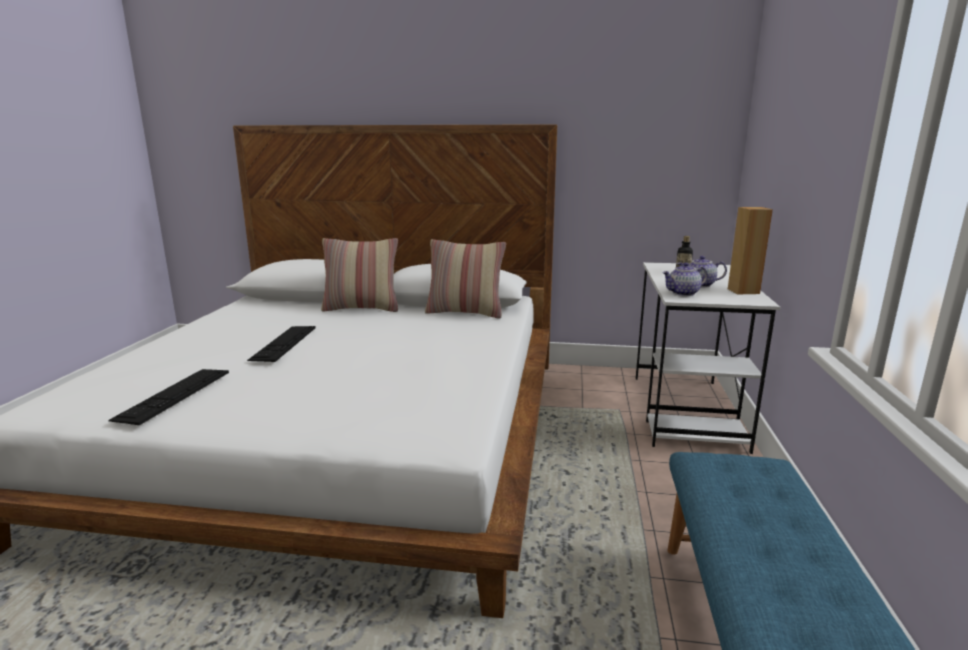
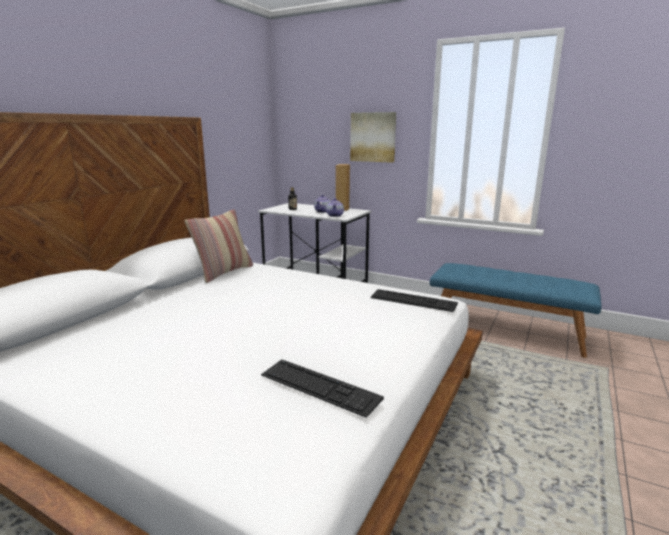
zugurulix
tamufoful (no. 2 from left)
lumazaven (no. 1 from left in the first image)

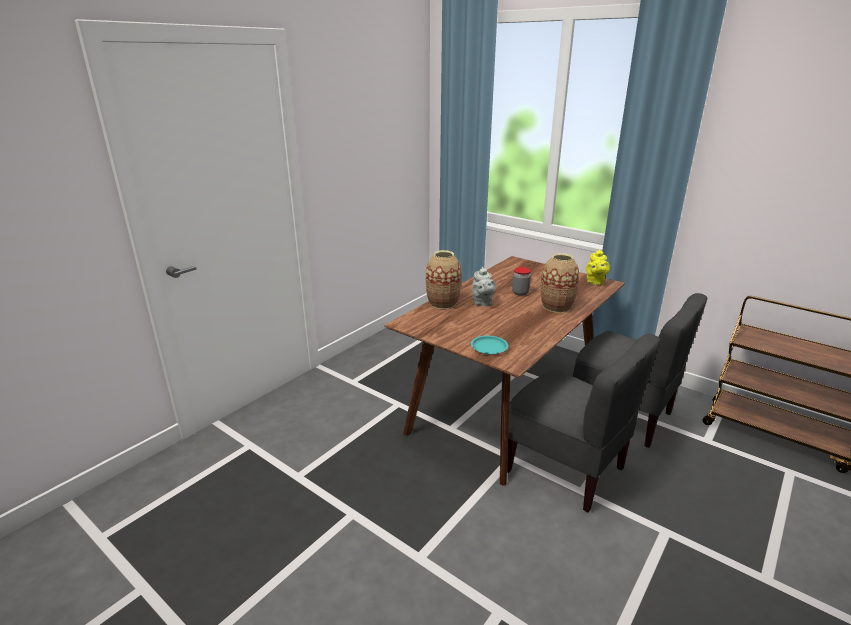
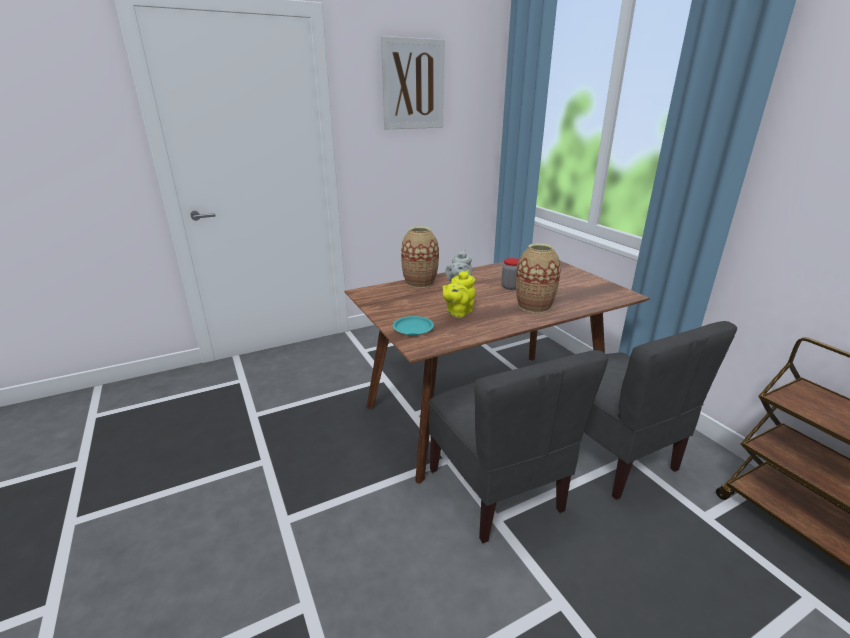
zugurulix
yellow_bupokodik

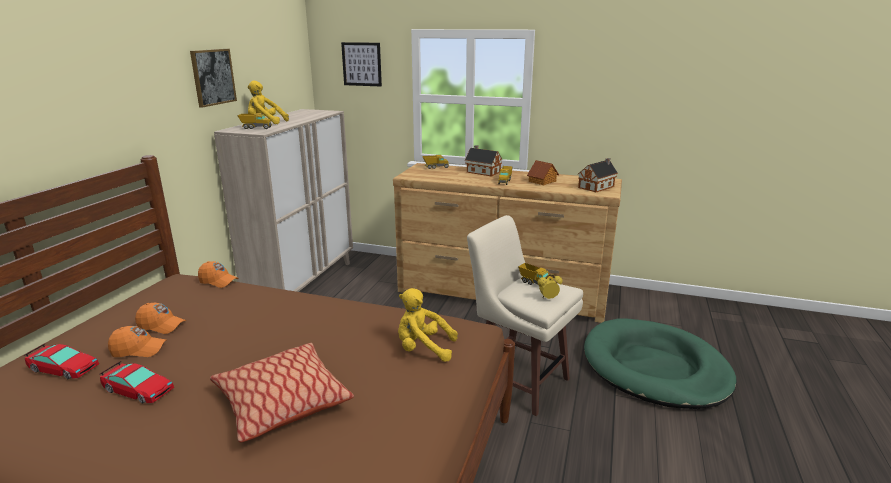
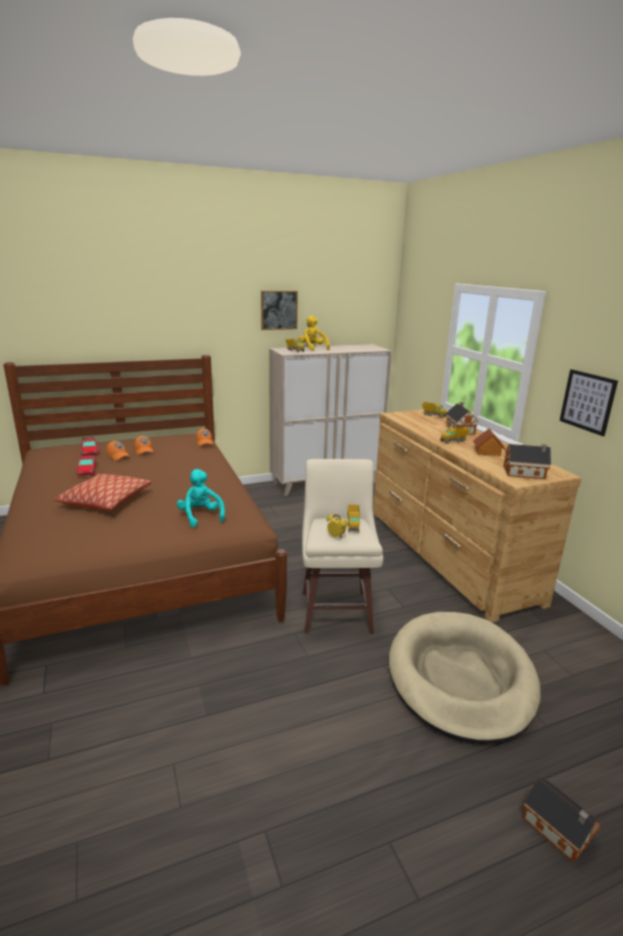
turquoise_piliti
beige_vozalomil
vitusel (no. 4 from left)
zugurulix (no. 2 from left)

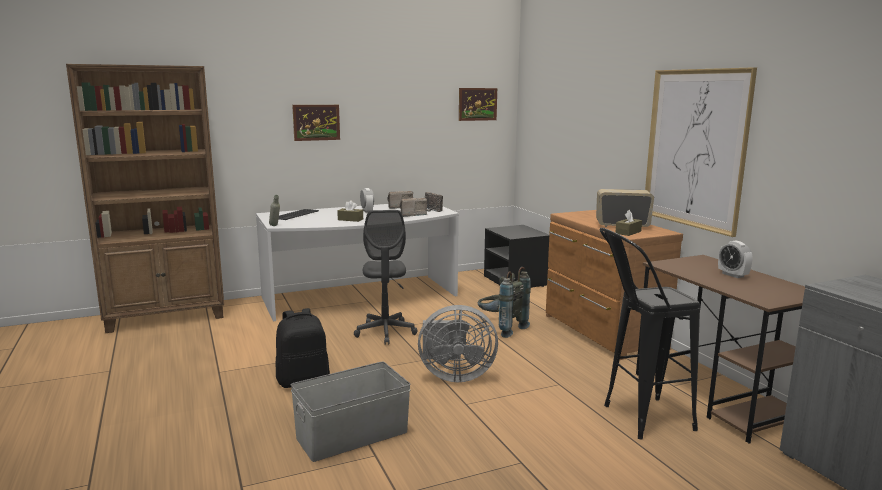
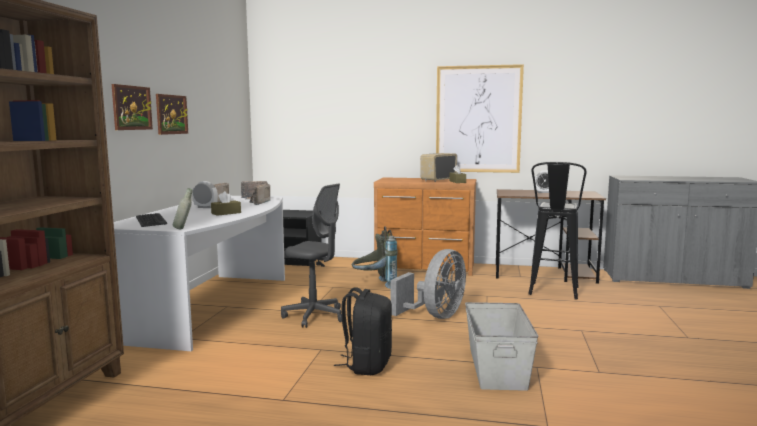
zugurulix (no. 2 from left)

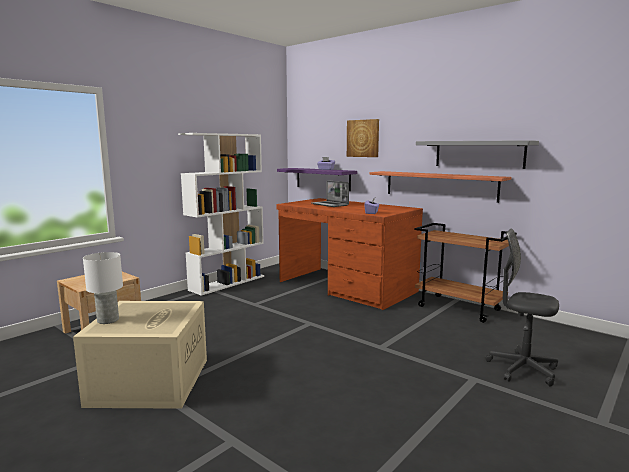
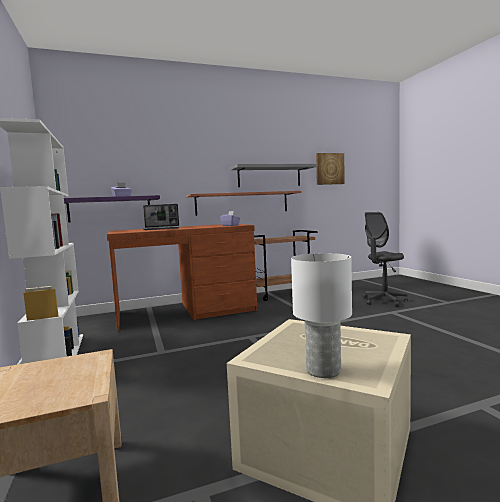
zugurulix

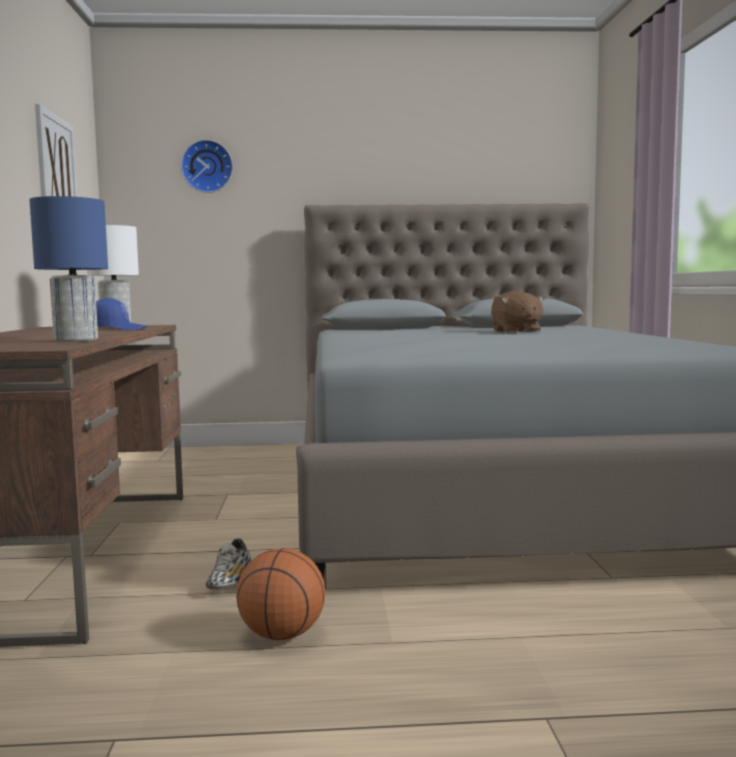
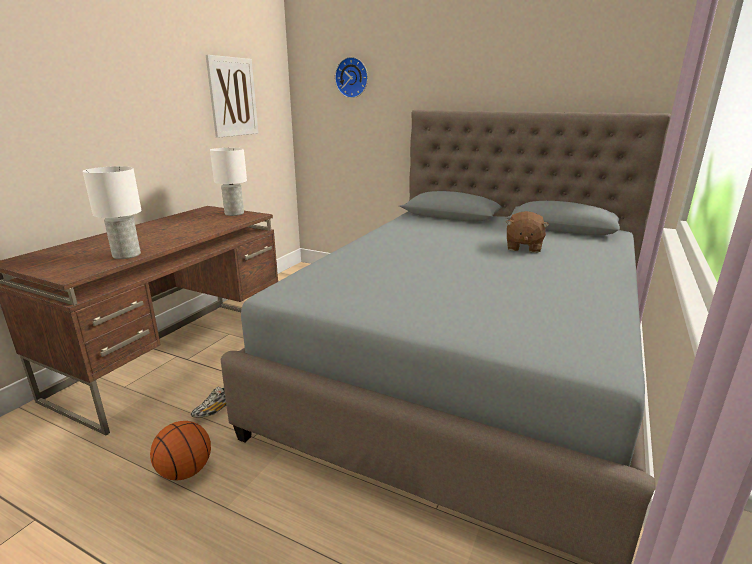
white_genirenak (no. 1 from left)
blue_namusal

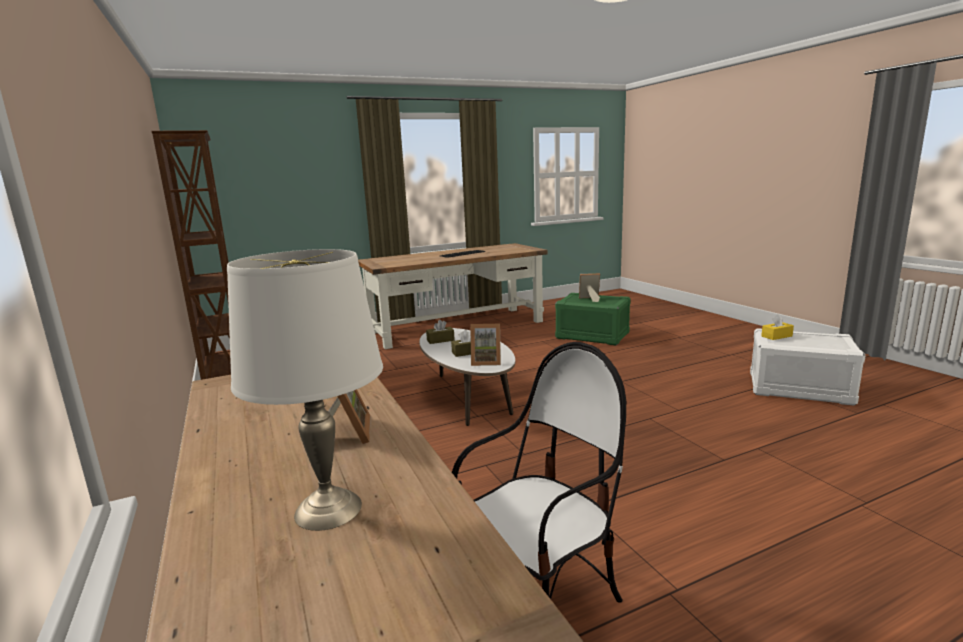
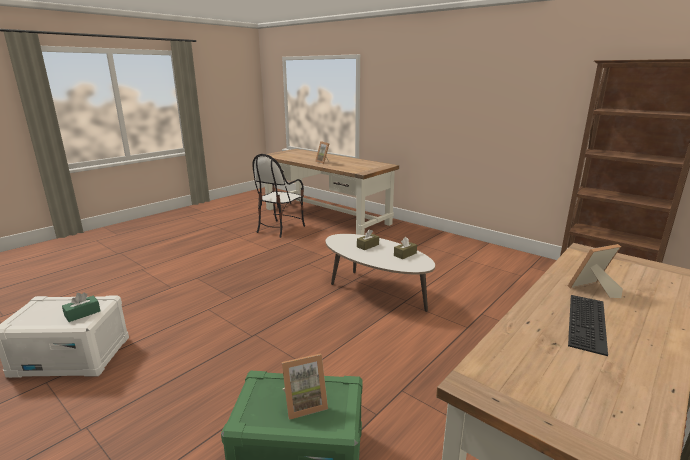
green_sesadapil
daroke (no. 3 from left)
white_genirenak

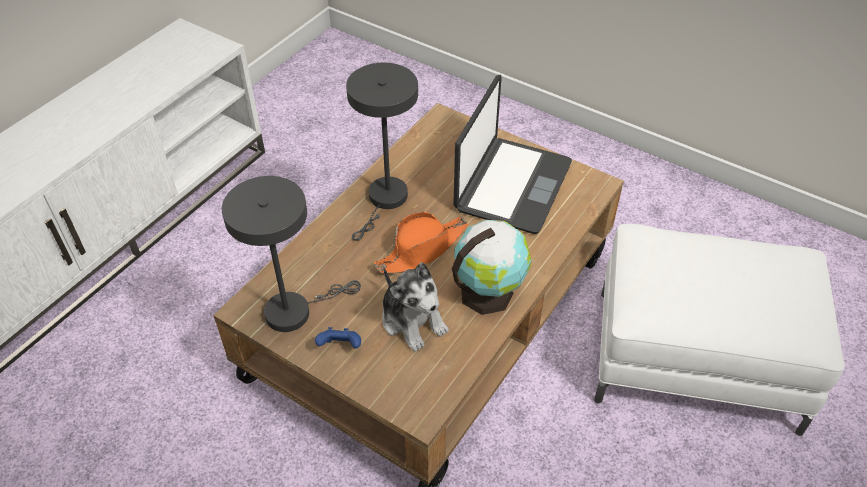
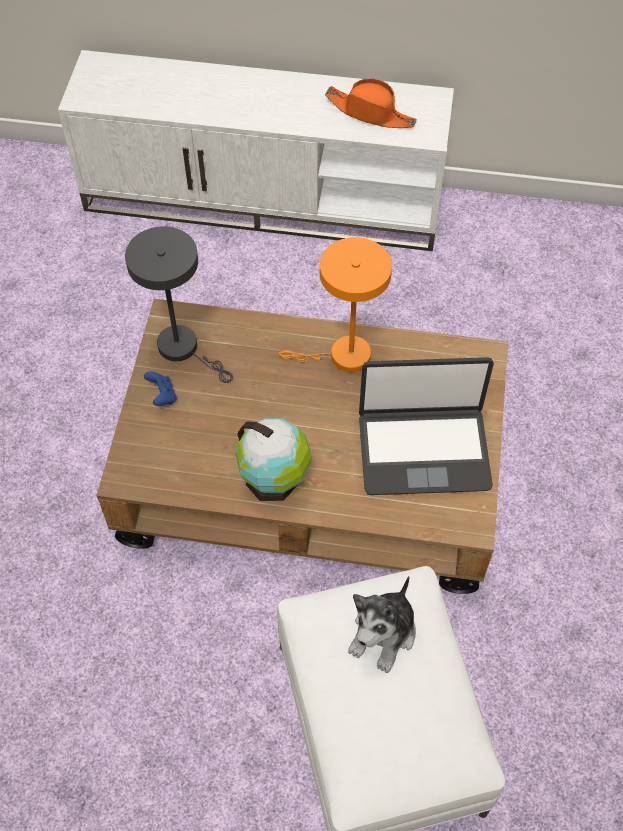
orange_genirenak
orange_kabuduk
piliti

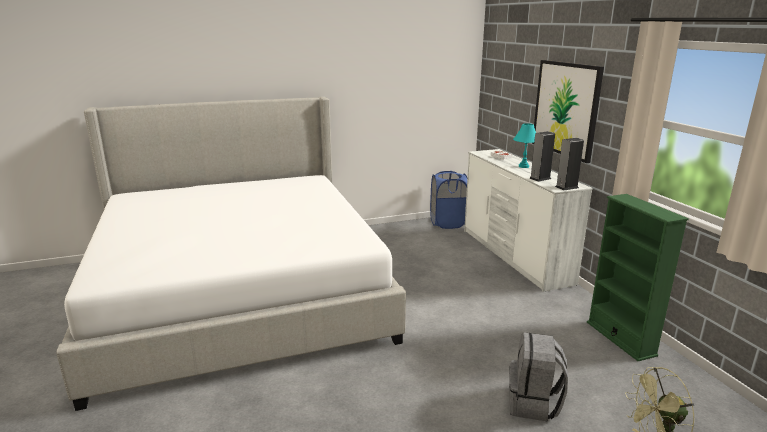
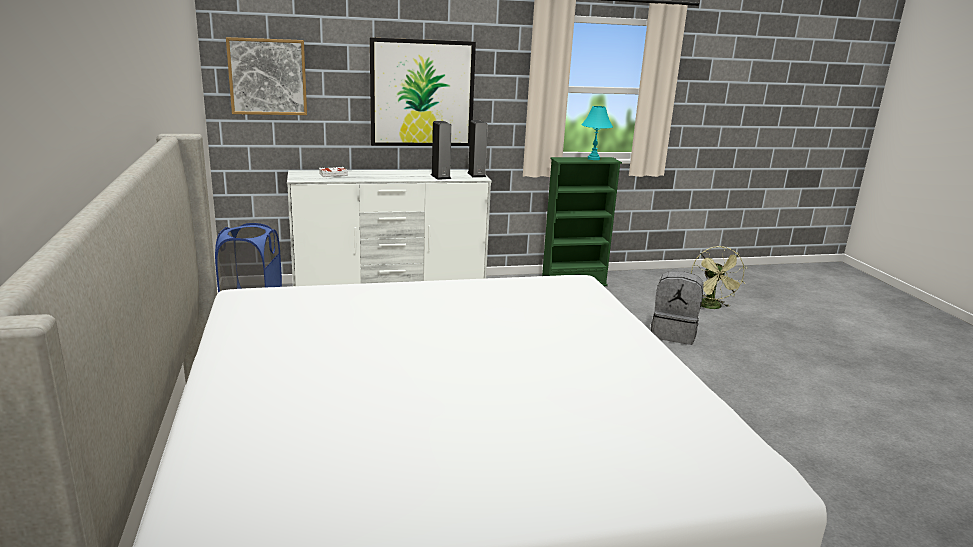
zugurulix (no. 1 from left)
turquoise_genirenak

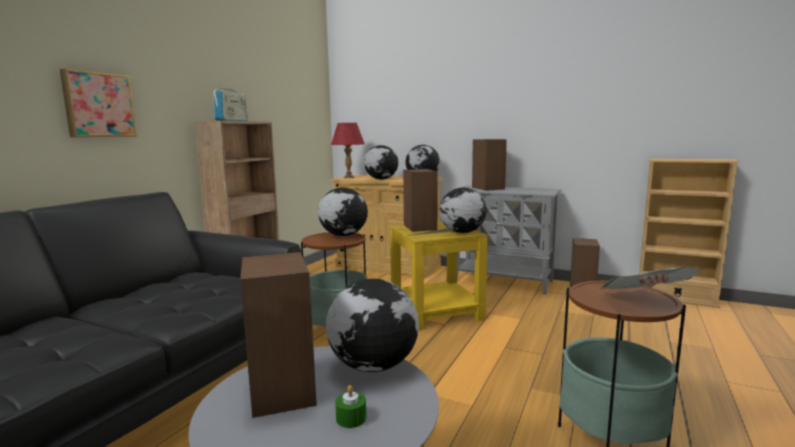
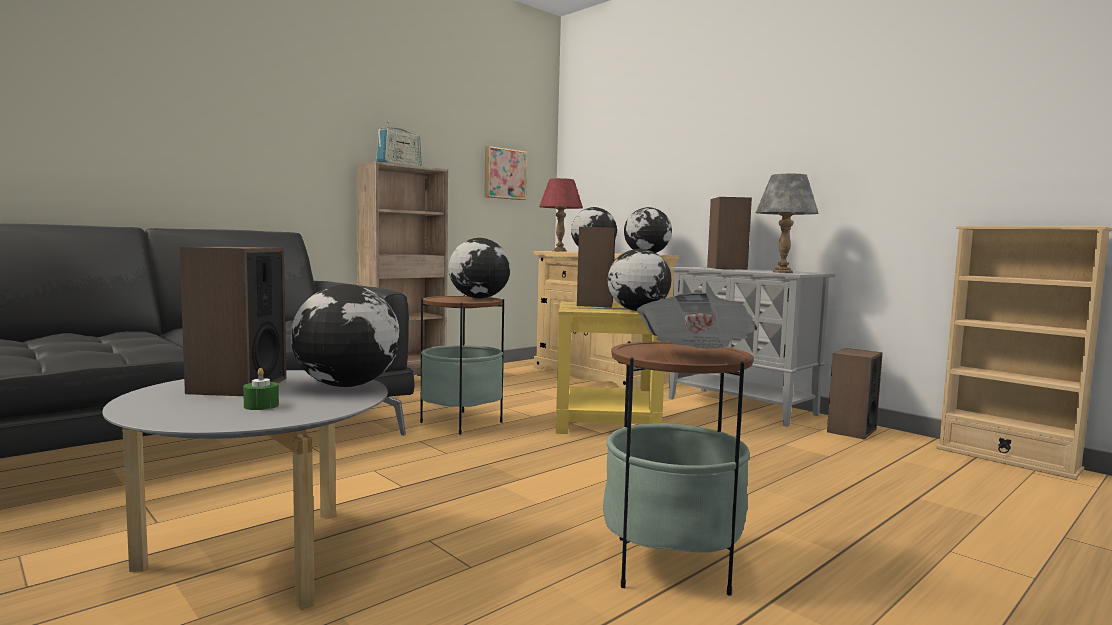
zugurulix
grey_genirenak

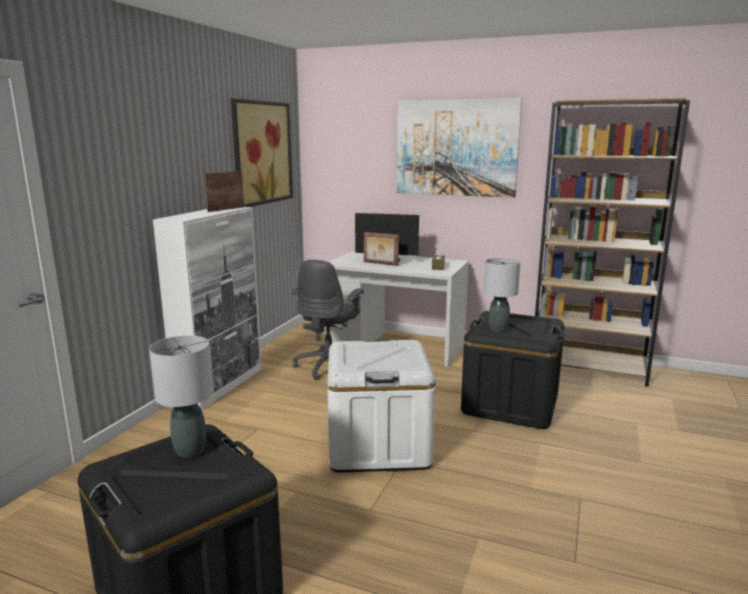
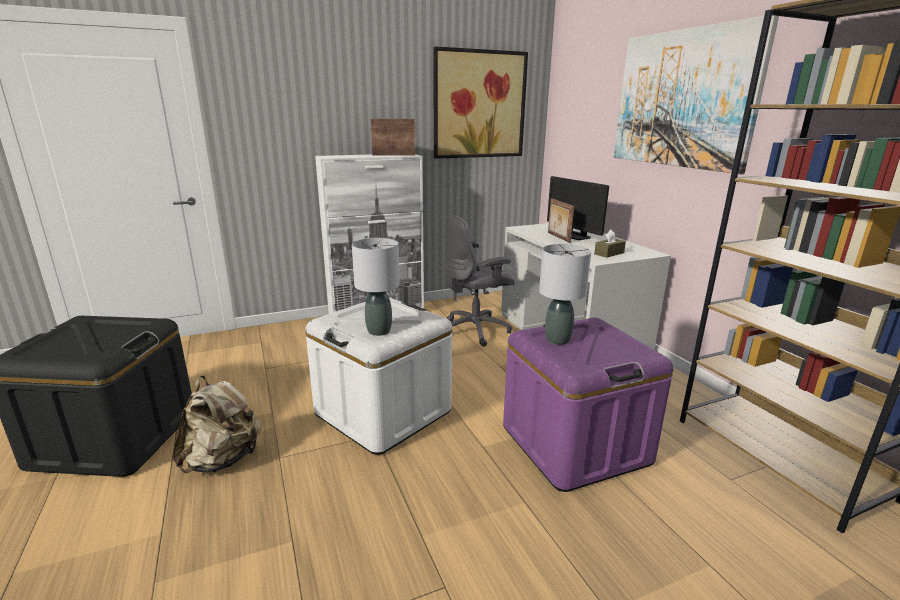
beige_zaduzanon
grey_genirenak (no. 1 from left)
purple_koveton

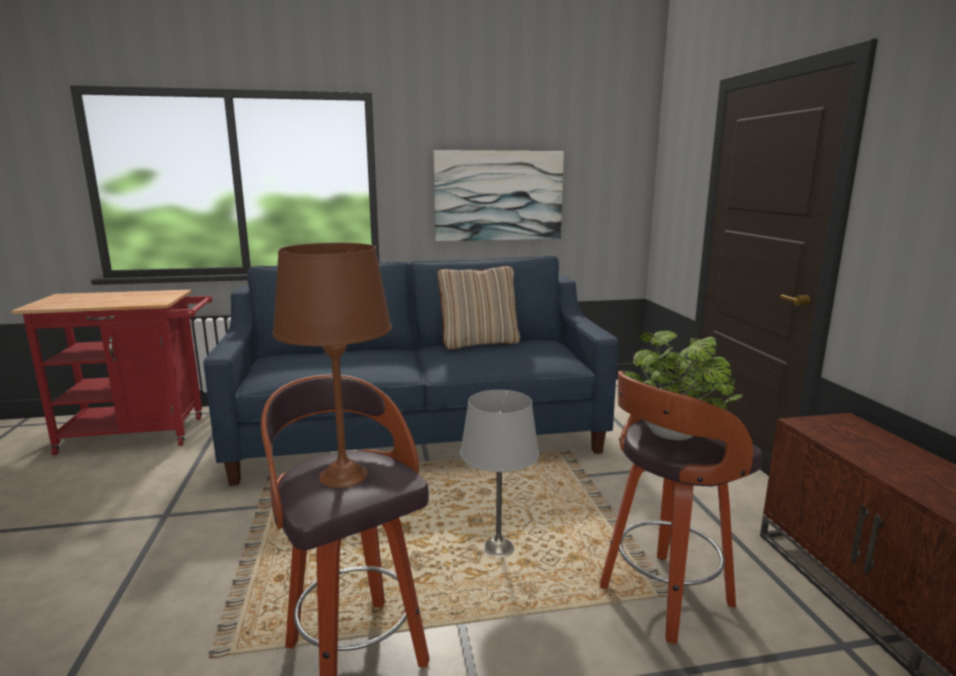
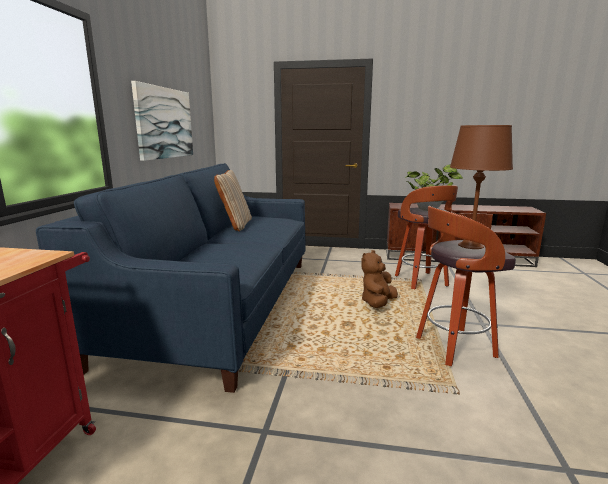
brown_piliti

